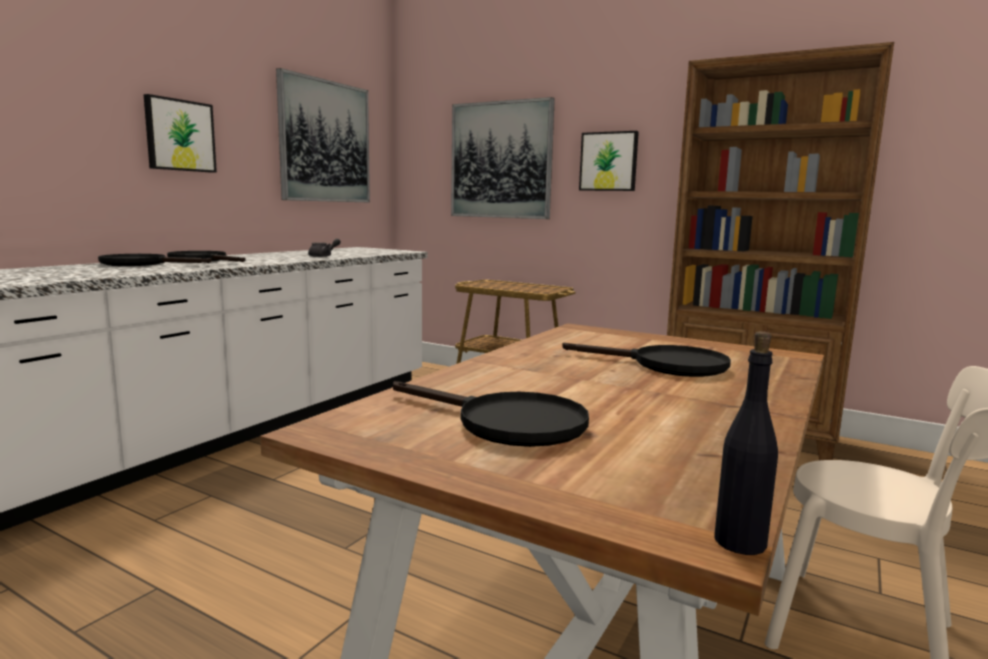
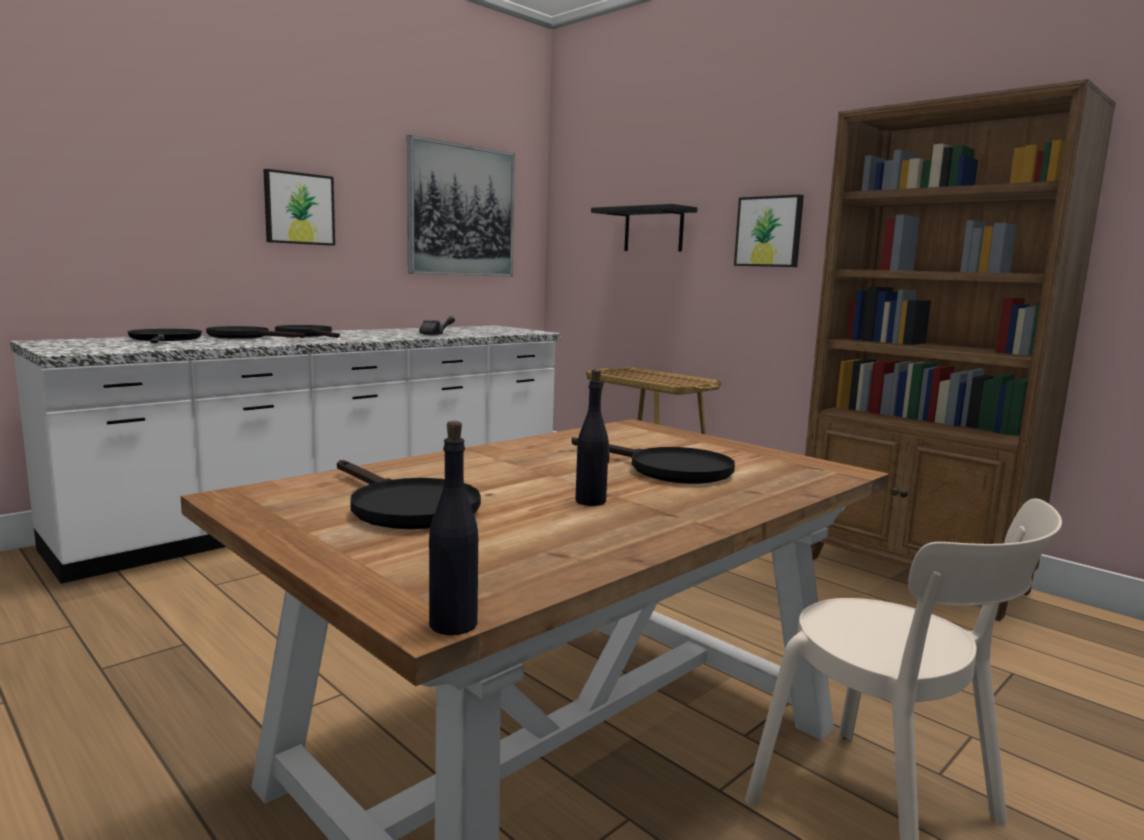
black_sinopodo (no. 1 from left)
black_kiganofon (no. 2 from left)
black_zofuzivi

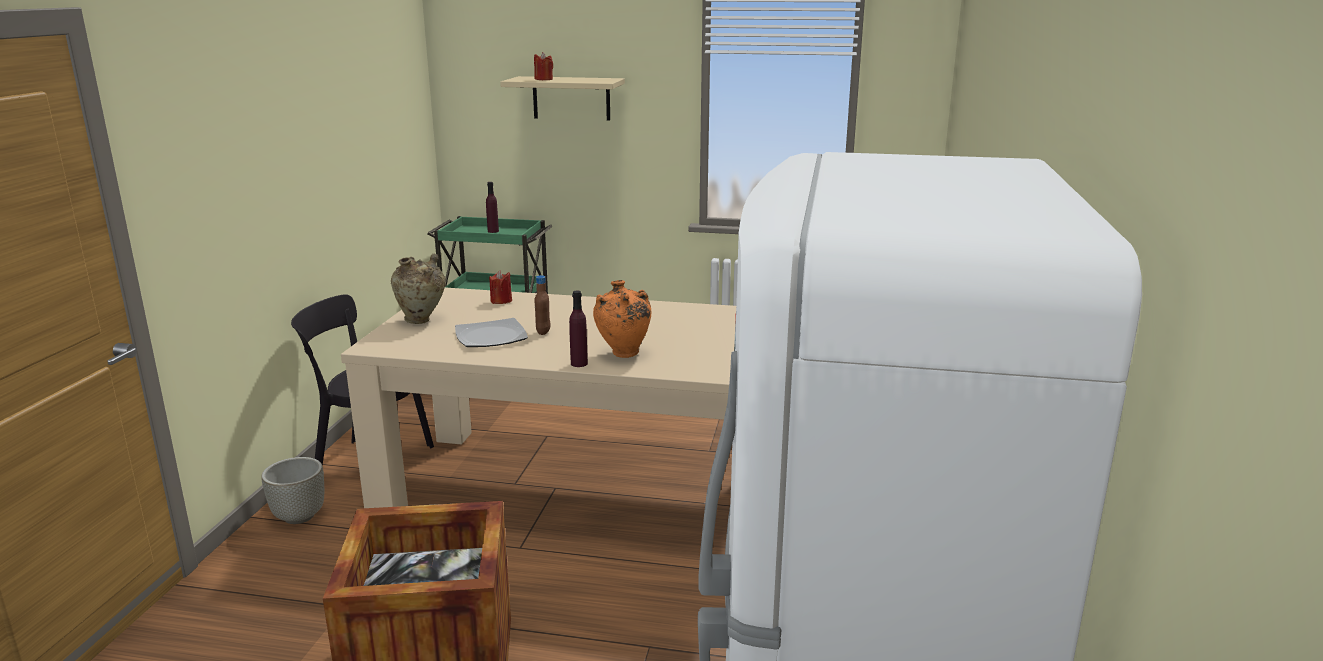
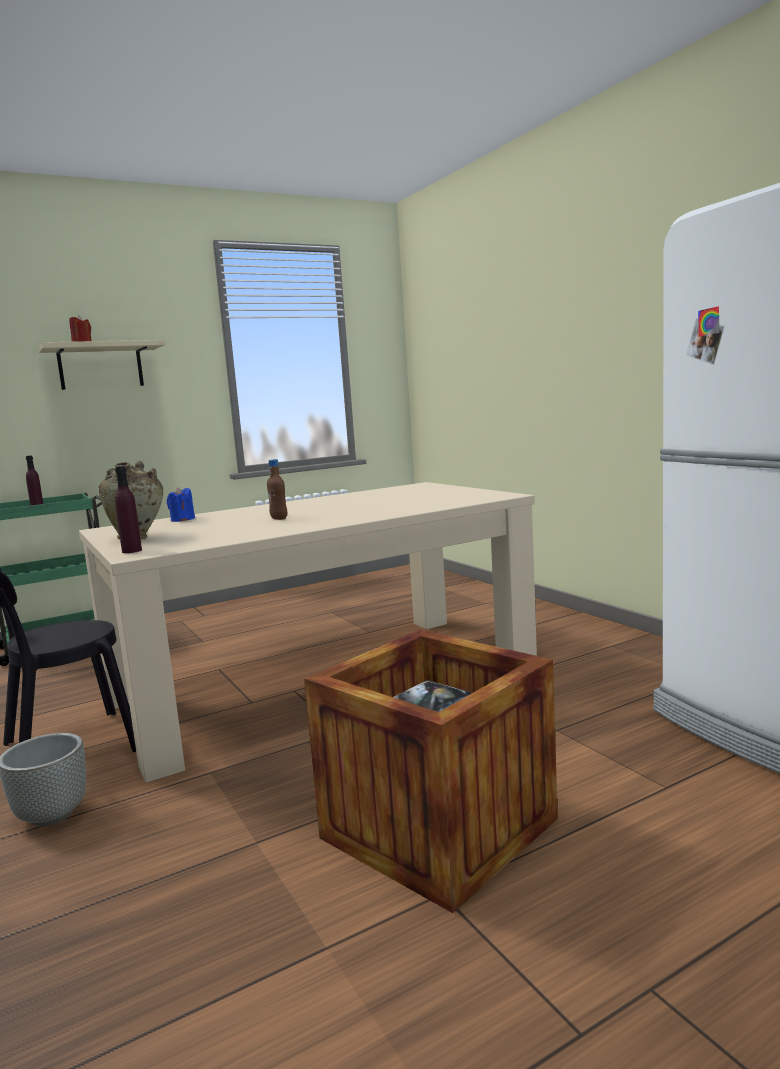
purple_kiganofon (no. 2 from left)
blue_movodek
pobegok
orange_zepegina

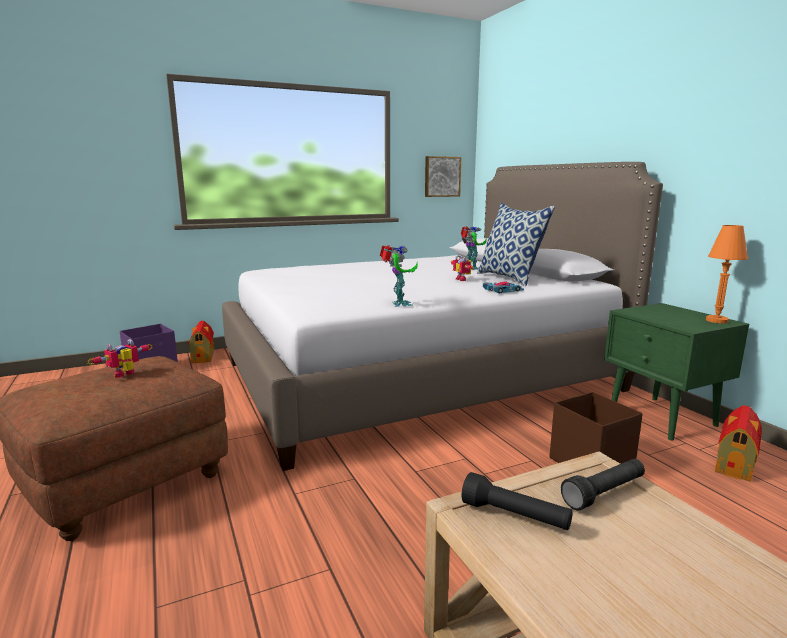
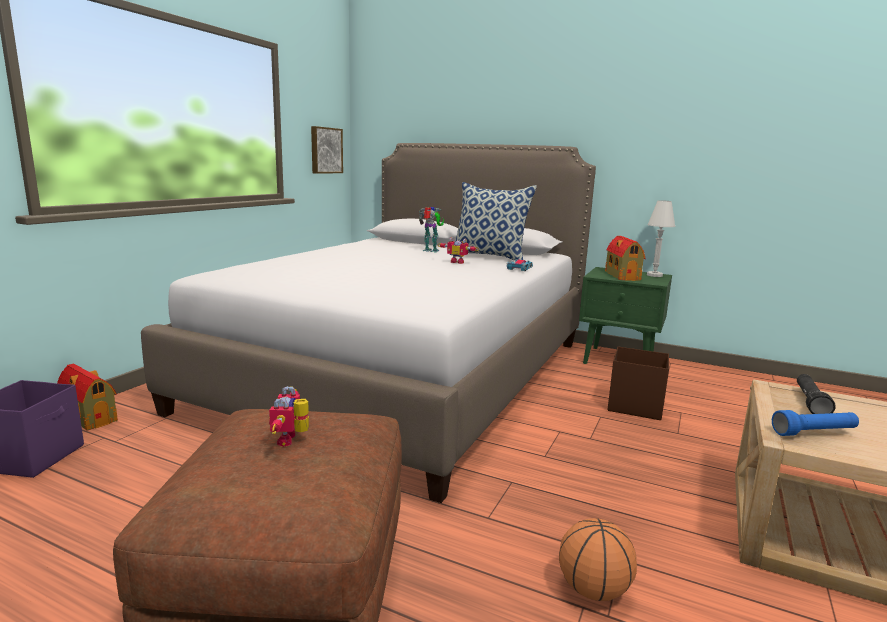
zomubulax
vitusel (no. 2 from left)
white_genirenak
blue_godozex
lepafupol (no. 2 from left in the first image)

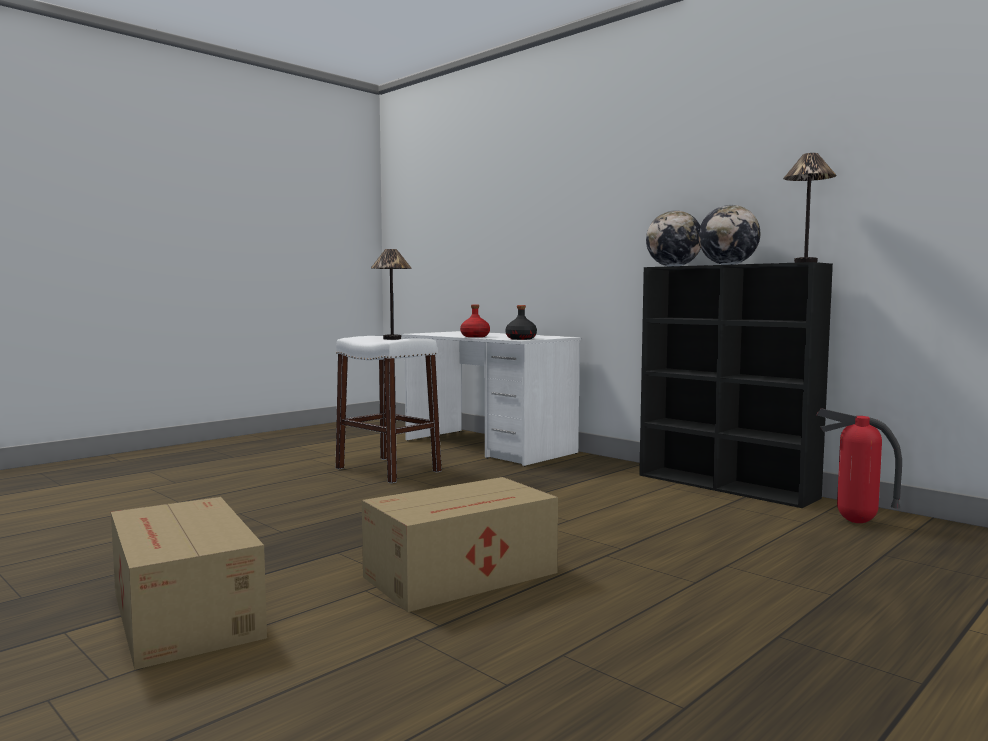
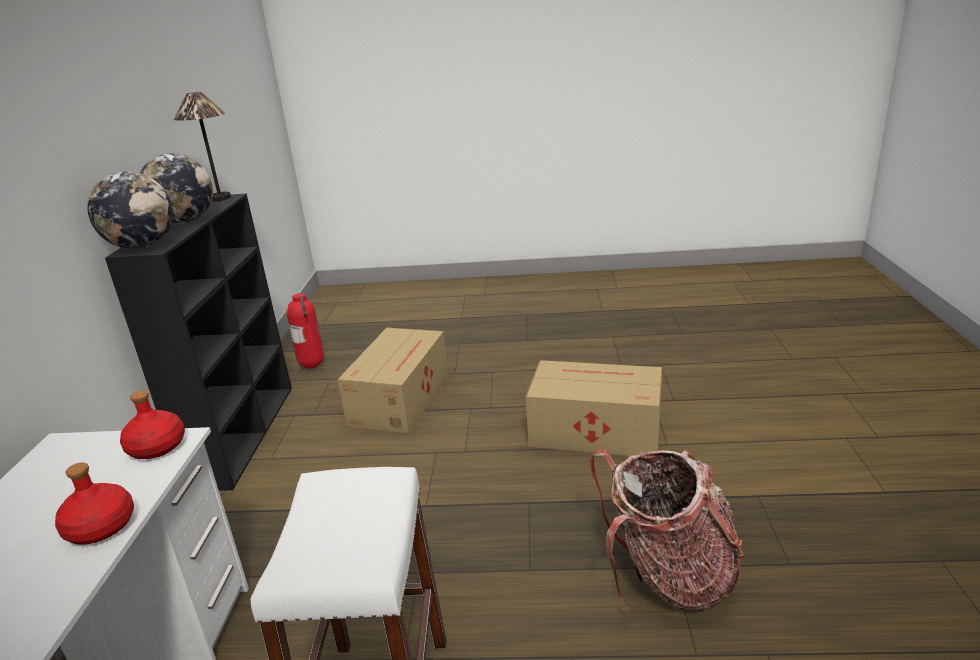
red_kiganofon (no. 2 from left)
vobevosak (no. 1 from left)
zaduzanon
genirenak (no. 1 from left in the first image)

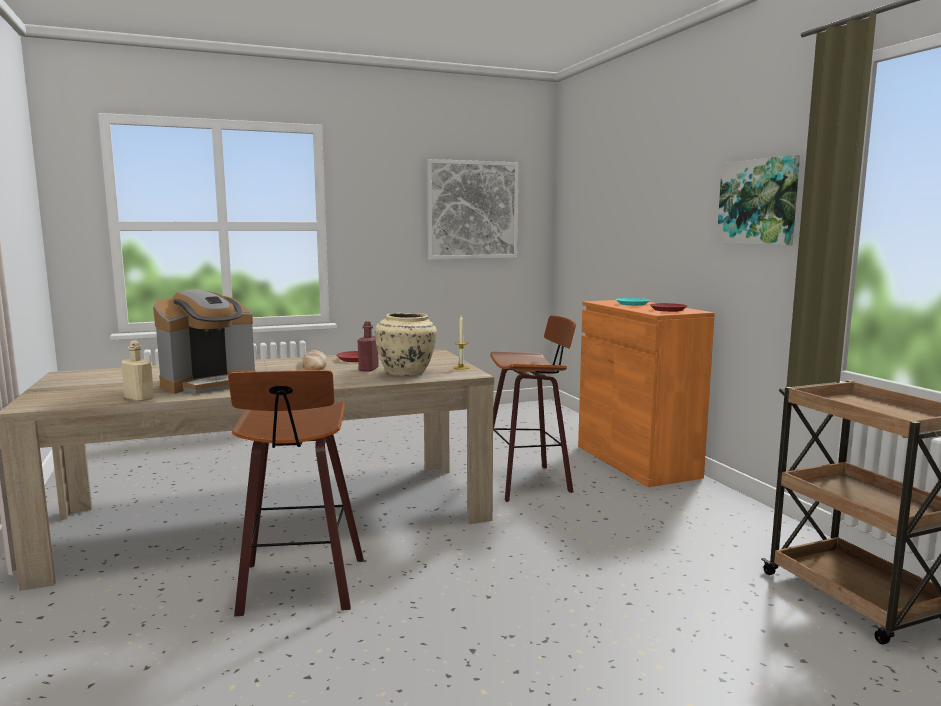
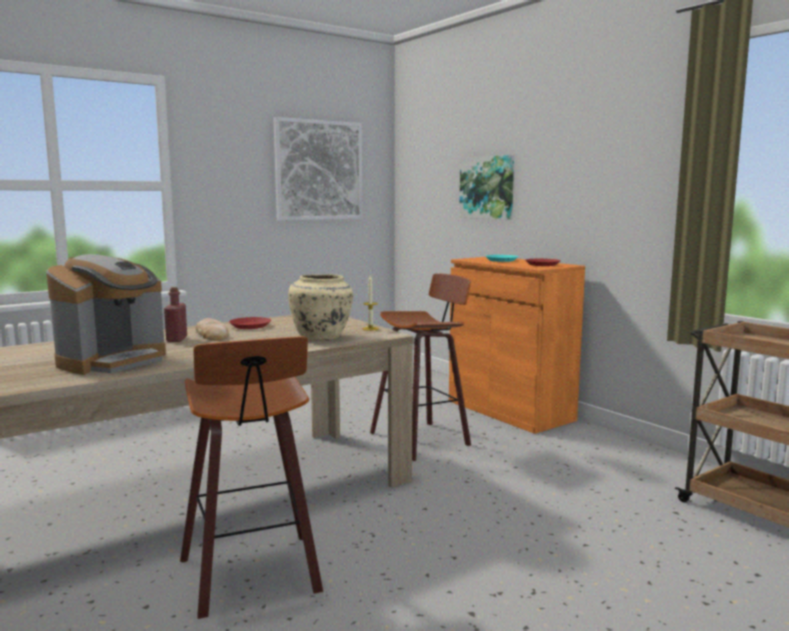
red_kiganofon
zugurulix (no. 2 from left)
beige_kiganofon

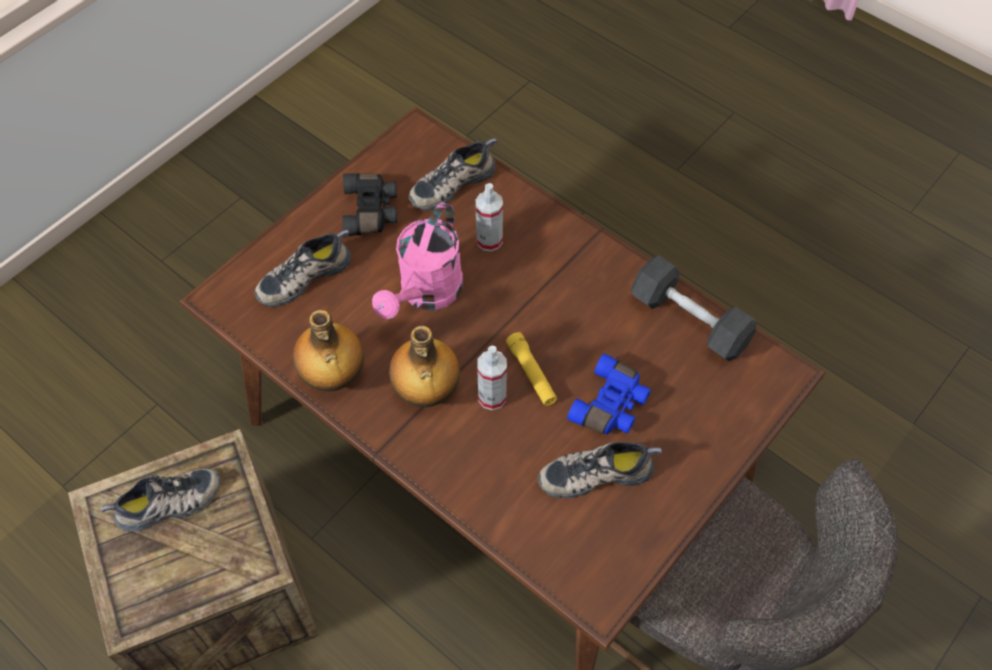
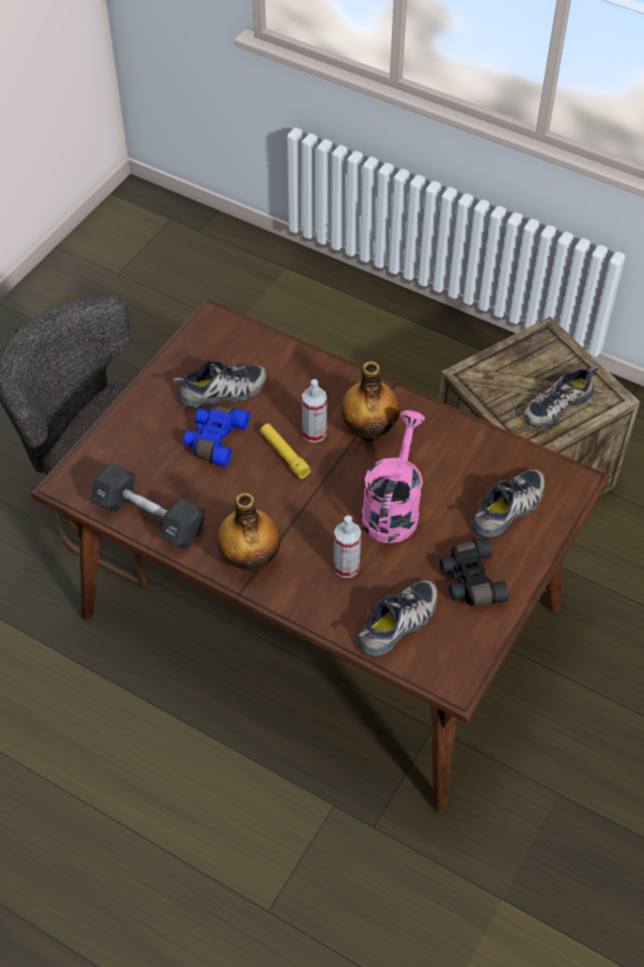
kiganofon (no. 1 from left)

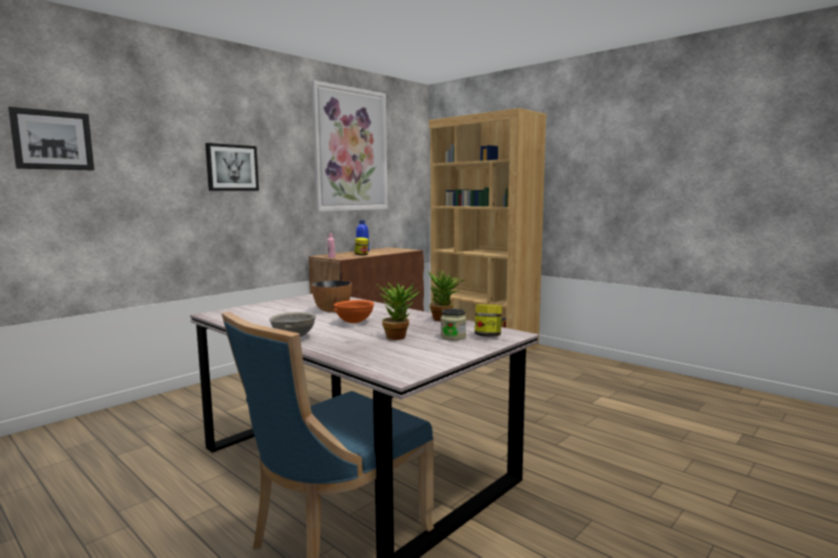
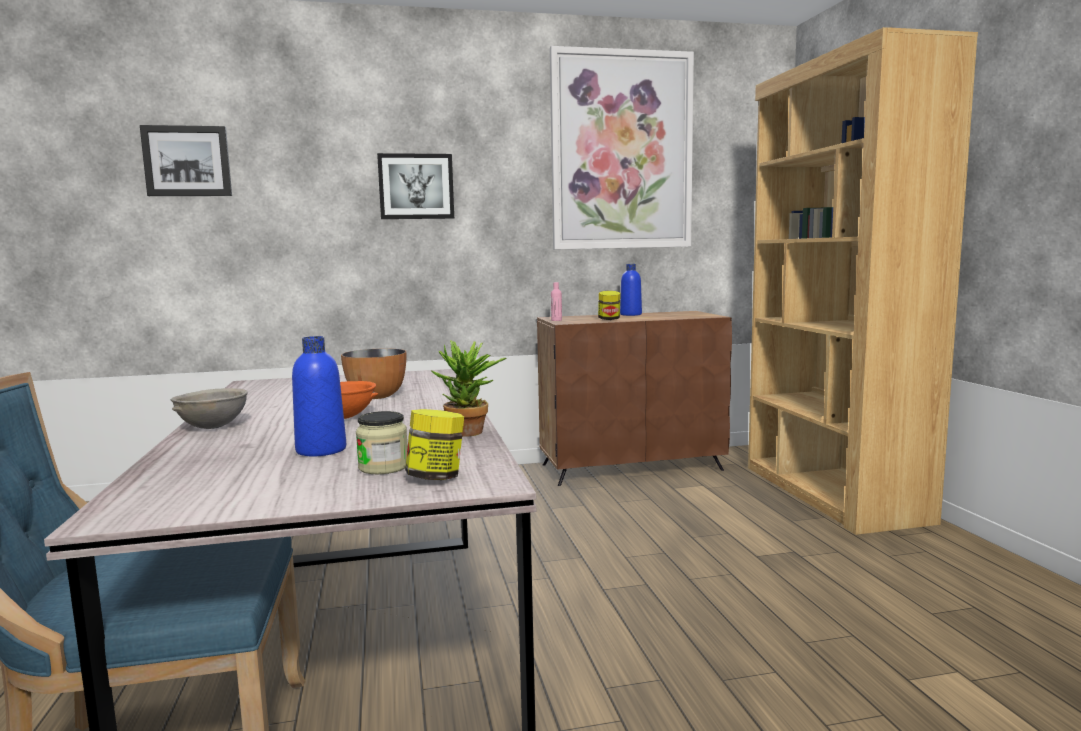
blue_kiganofon (no. 1 from left)

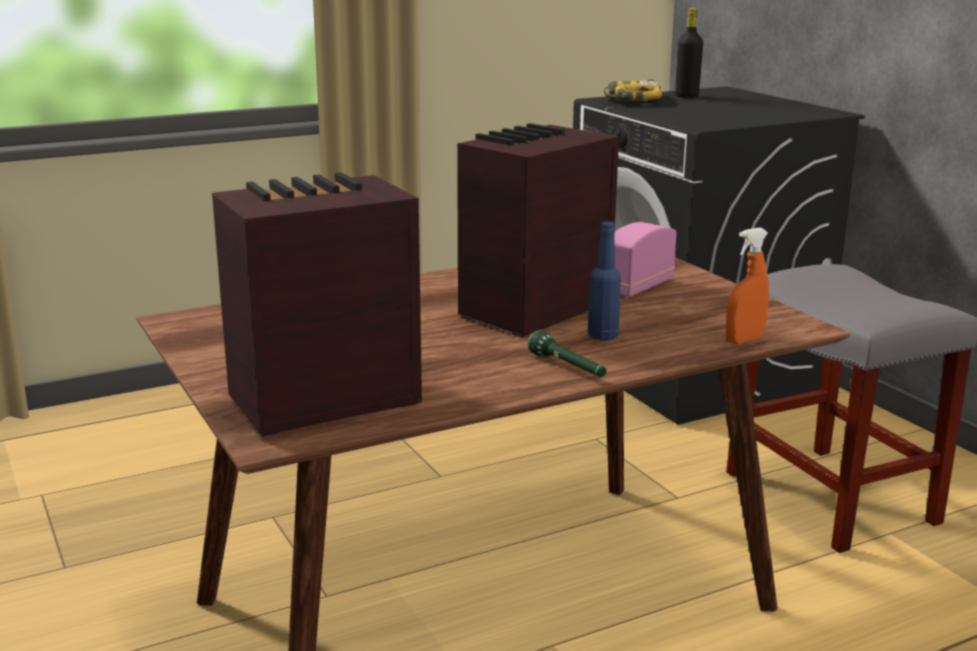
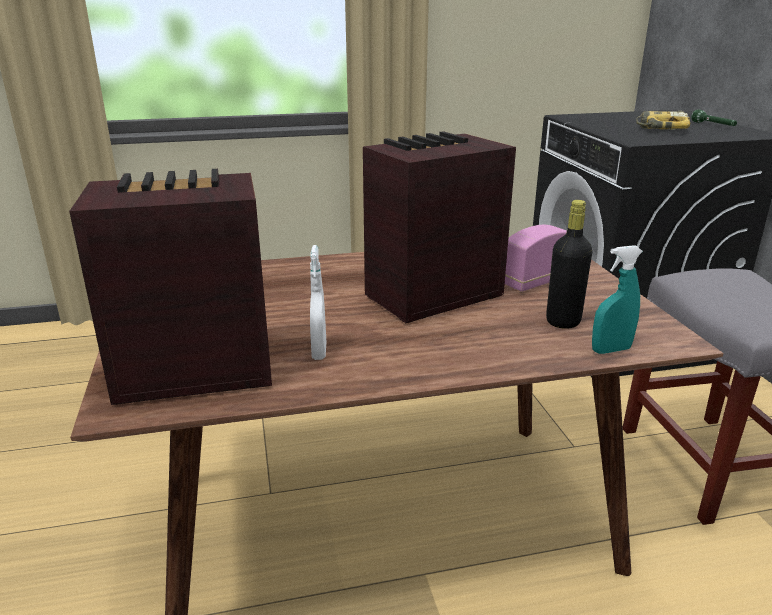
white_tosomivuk
black_kiganofon
turquoise_tosomivuk
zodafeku
green_godozex
blue_kiganofon

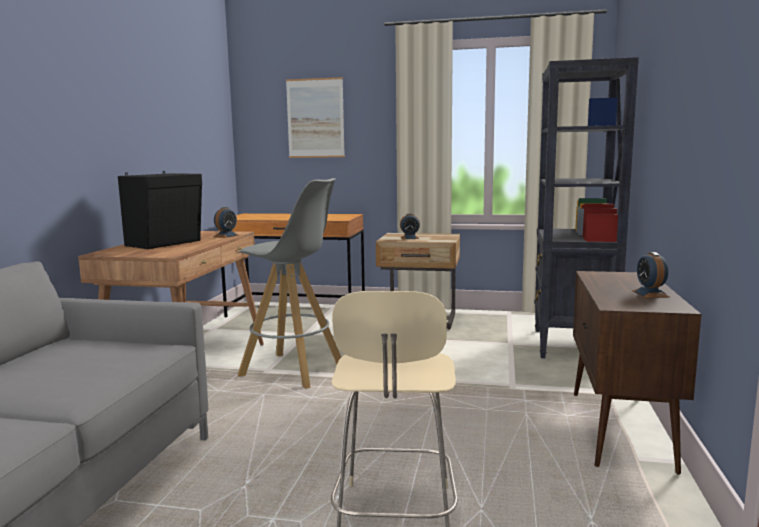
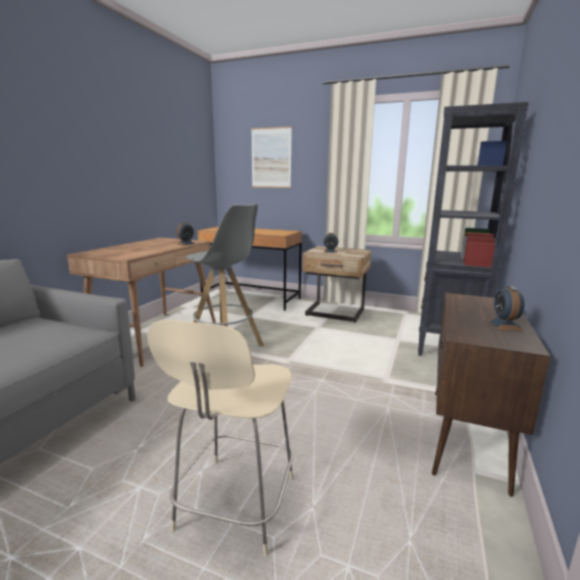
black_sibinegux

